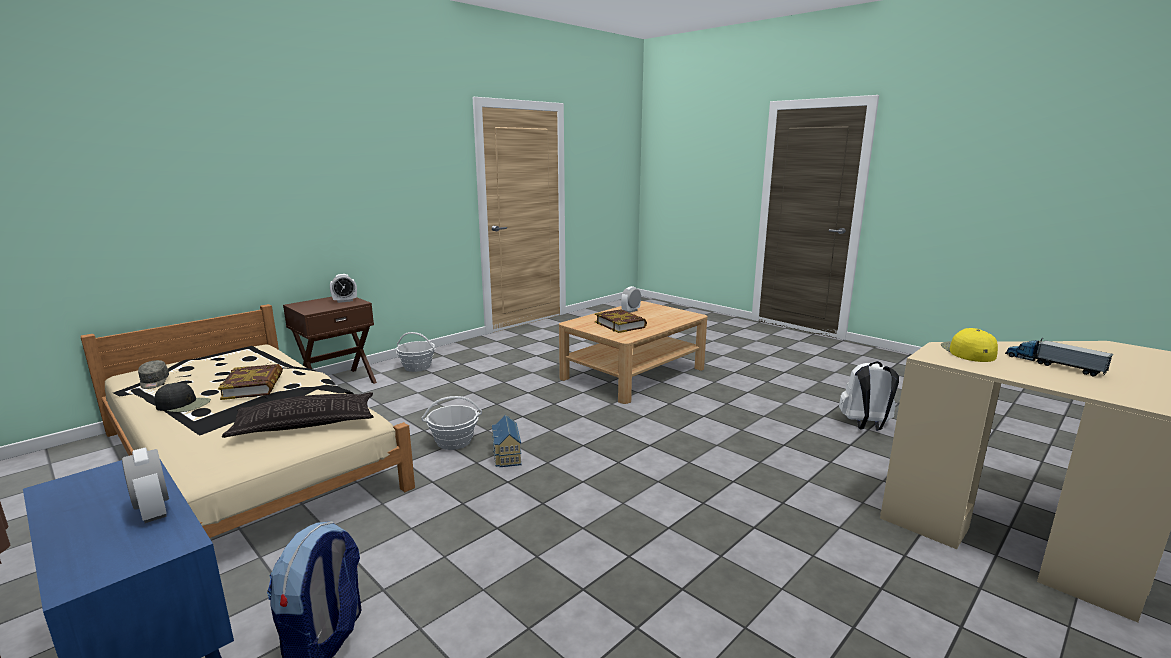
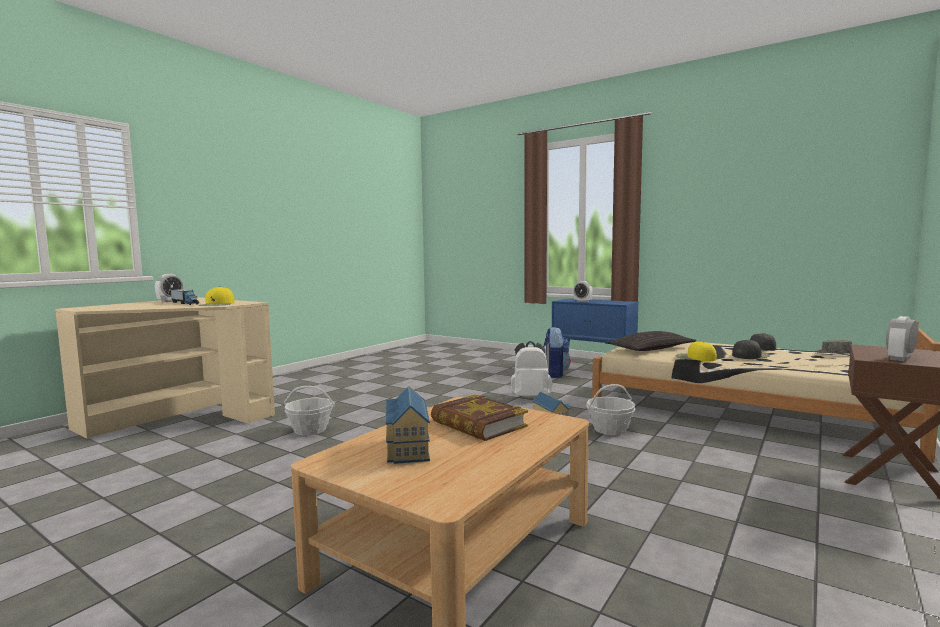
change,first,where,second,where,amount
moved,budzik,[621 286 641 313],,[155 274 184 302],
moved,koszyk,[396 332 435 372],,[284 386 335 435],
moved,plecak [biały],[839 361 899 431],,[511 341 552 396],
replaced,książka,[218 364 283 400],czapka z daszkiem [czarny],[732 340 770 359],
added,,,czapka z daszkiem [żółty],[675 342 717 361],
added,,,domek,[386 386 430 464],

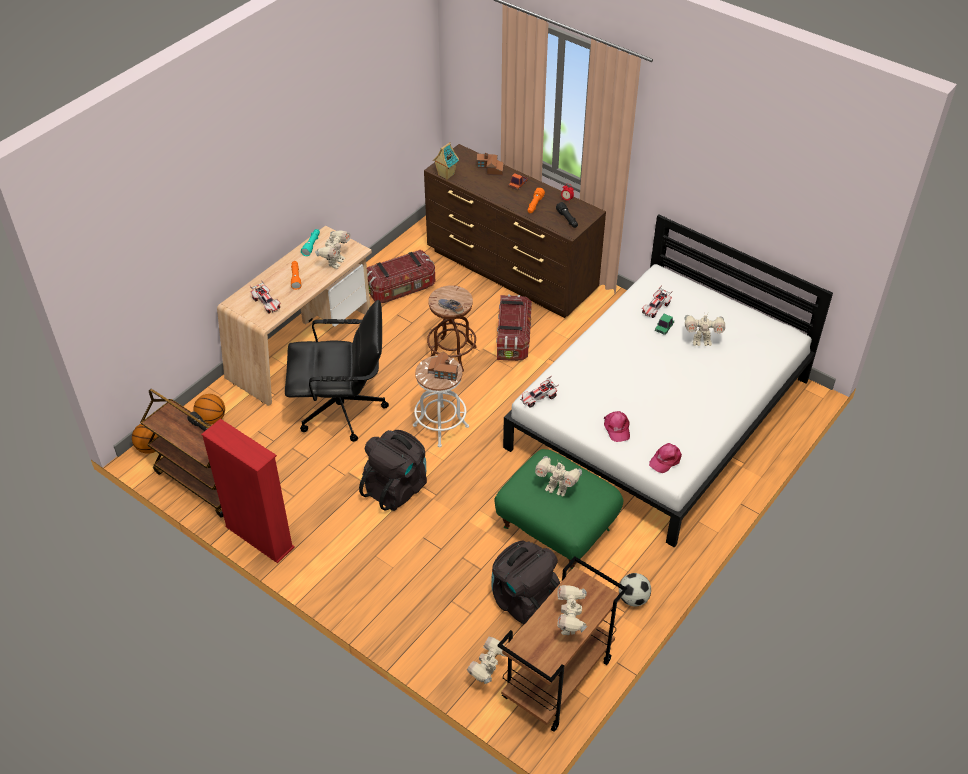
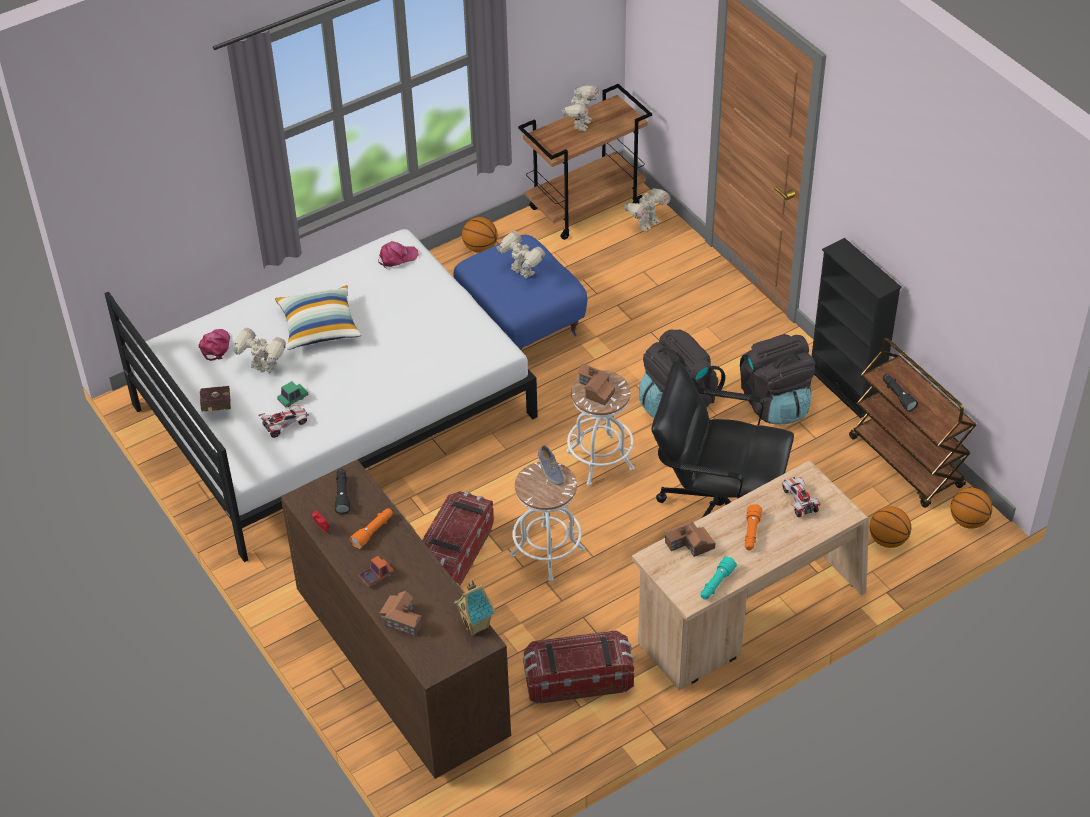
change,first,where,second,where,amount
replaced,robot zabawkowy,[315 230 351 269],domek,[664 520 715 557],
recoloured,stołek [brązowy],[427 285 477 372],stołek [biały],[510 462 585 581],
removed,samochodzik,[520 376 559 408],,,
moved,czapka z daszkiem [różowy],[604 411 630 442],,[198 329 230 361],
recoloured,regał [czerwony],[201 419 295 563],regał [czarny],[812 238 902 418],
recoloured,pufa [zielony],[494 449 623 569],pufa [niebieski],[453 235 587 351],
moved,plecak [czarny],[491 540 560 625],,[740 334 815 425],
replaced,piłka futbolowa,[619 573 651 606],piłka do koszykówki,[462 217 498 253],
added,,,poduszka,[275 285 361 350],
added,,,książka [czerwony],[200 386 231 413],

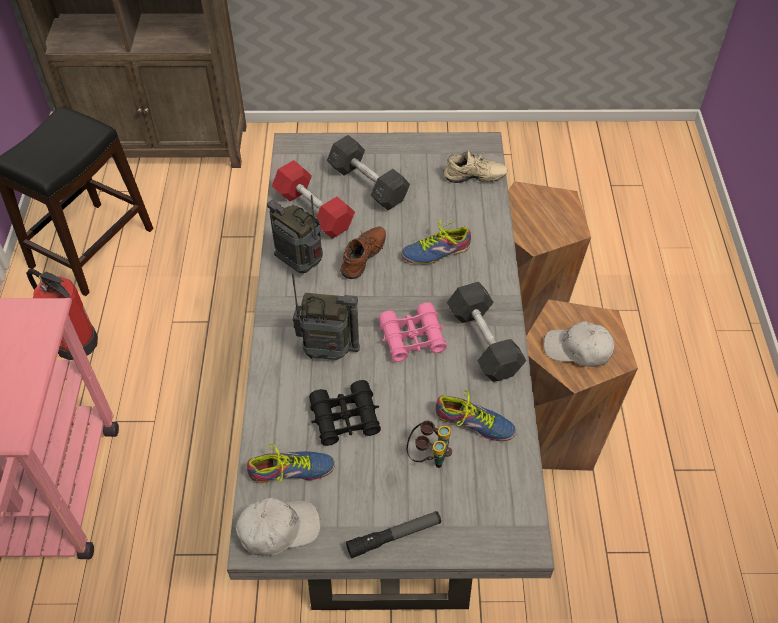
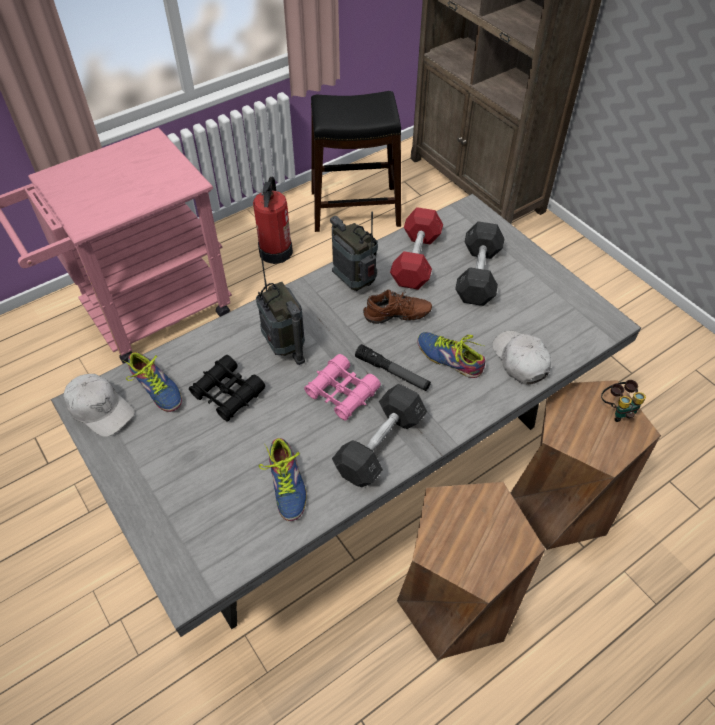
change,first,where,second,where,amount
removed,but [beżowy],[443 150 508 183],,,
turned,radio,[267 195 323 273],,[330 212 378 291],45 degrees counterclockwise
moved,czapka z daszkiem [biały],[544 321 614 367],,[492 331 551 385],
moved,lornetka,[406 421 452 468],,[601 380 646 422],
moved,latarka,[346 511 441 558],,[355 344 431 391],

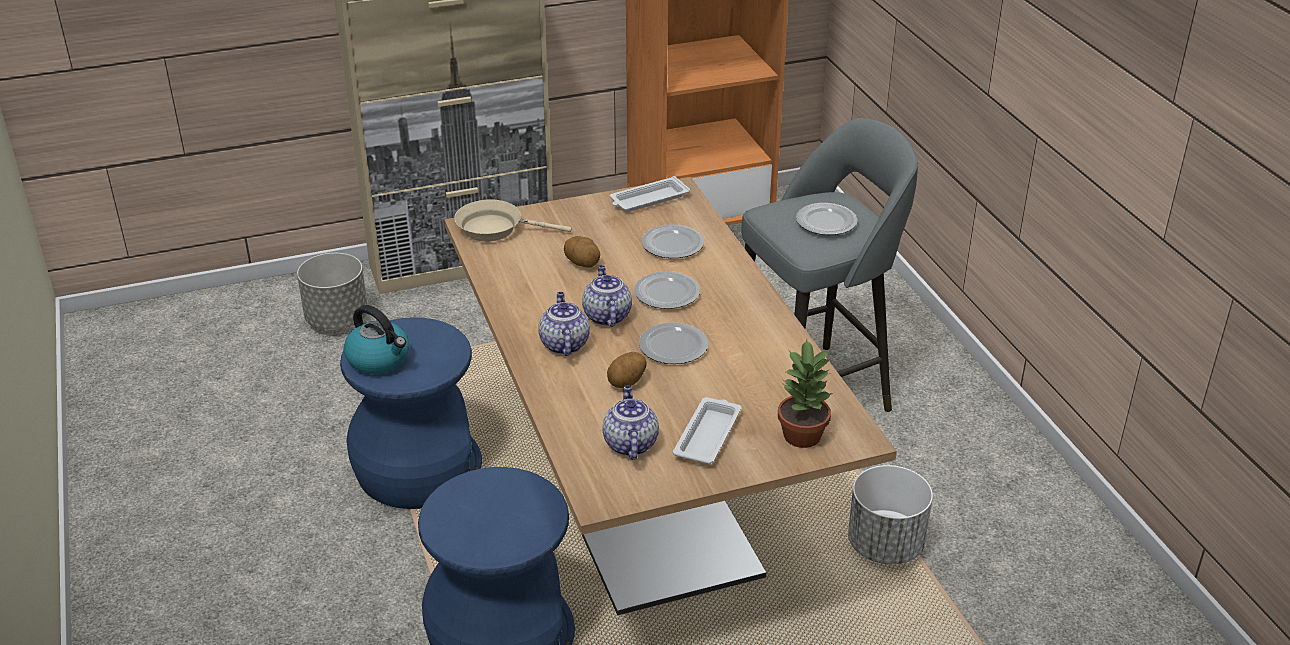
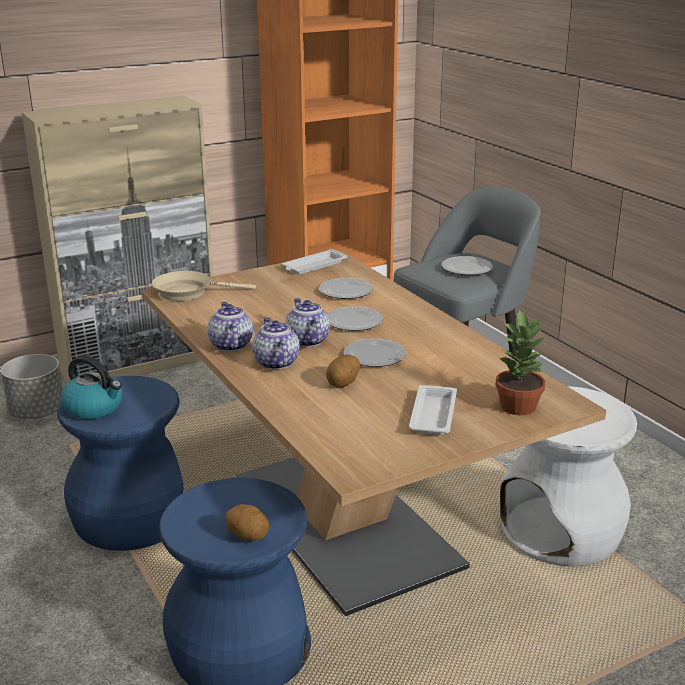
change,first,where,second,where,amount
moved,ziemniak,[564 236 600 268],,[225 504 269 541],
moved,imbryk,[602 385 659 460],,[207 302 253 351],
replaced,donica [biały],[848 465 933 564],stołek [biały],[500 386 637 566],

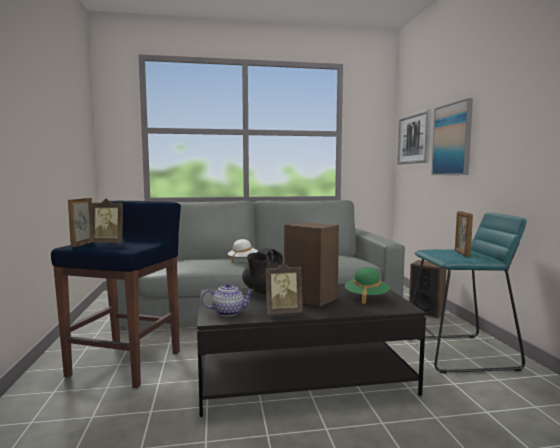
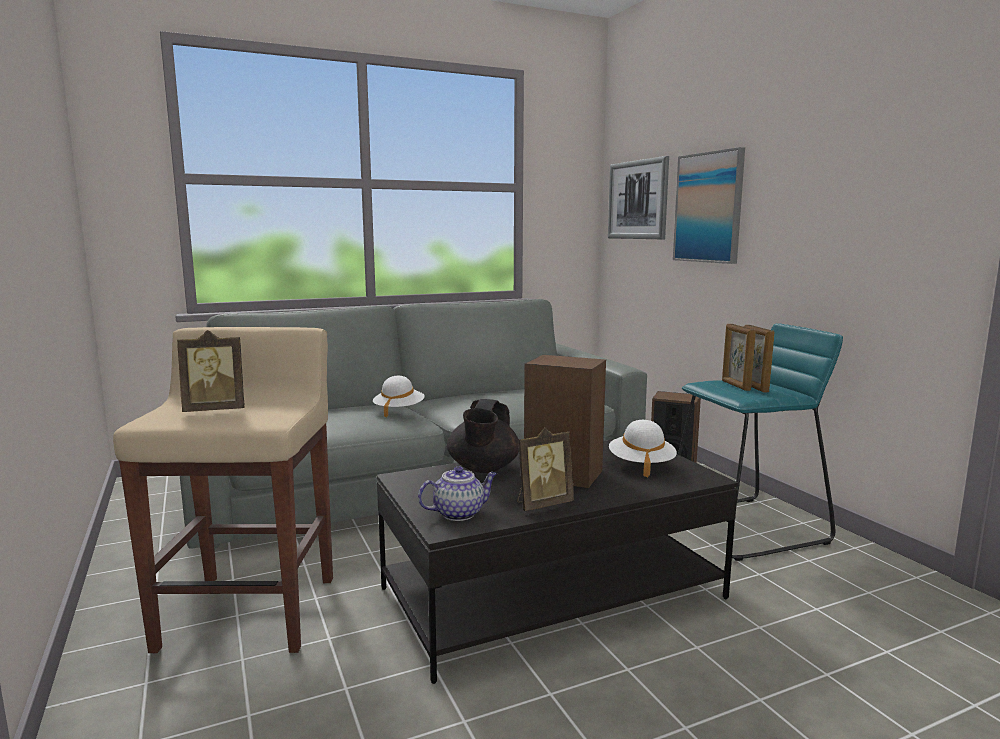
change,first,where,second,where,amount
moved,ramka na zdjęcie,[68 198 92 247],,[722 324 756 391],
recoloured,stołek [niebieski],[51 201 181 388],stołek [beżowy],[113 327 333 653],
recoloured,kapelusz [zielony],[345 267 390 305],kapelusz [biały],[609 420 677 477],

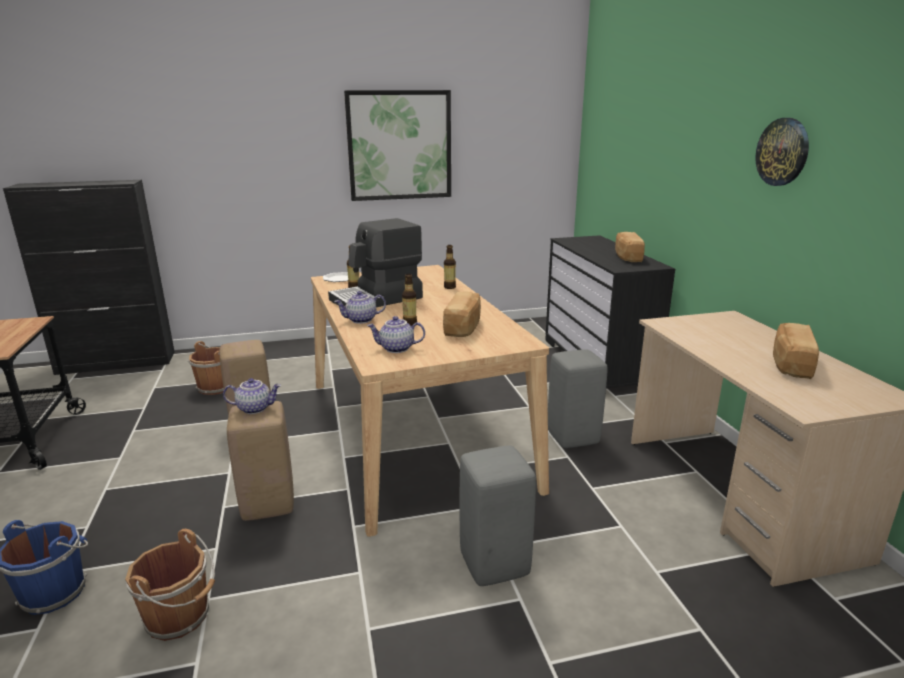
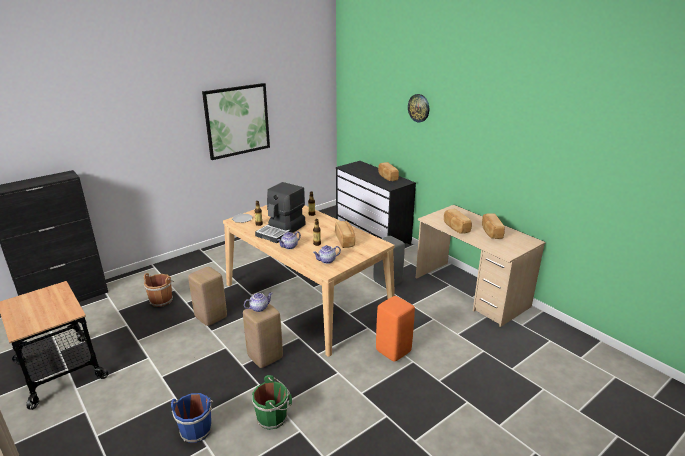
change,first,where,second,where,amount
moved,zegar ścienny,[755 118 809 186],,[408 94 429 122],
recoloured,stołek [szary],[460 446 536 586],stołek [pomarańczowy],[376 296 415 362],
recoloured,wiadro [brązowy],[125 529 215 641],wiadro [zielony],[252 375 292 430],
added,,,chleb,[444 209 472 234],

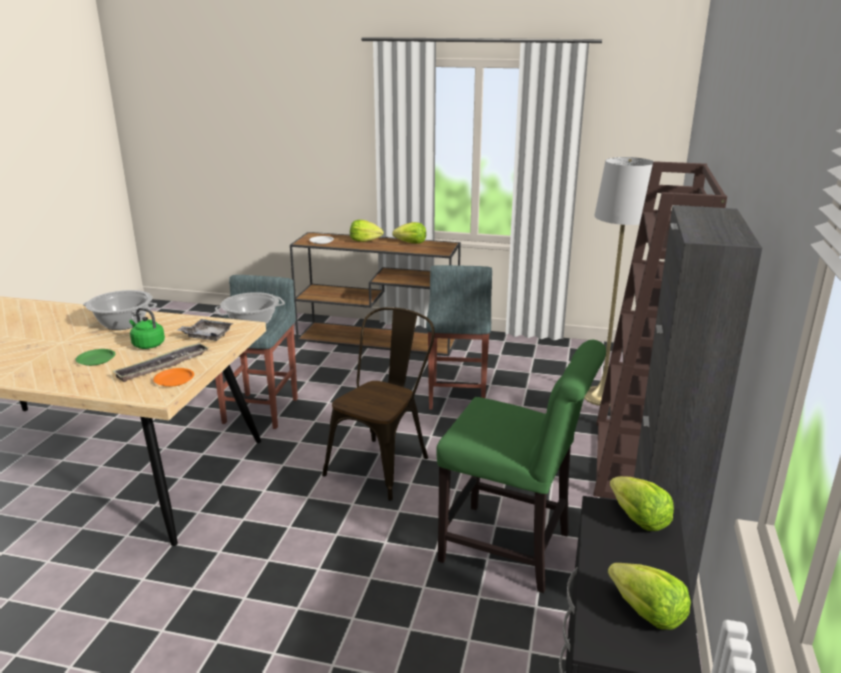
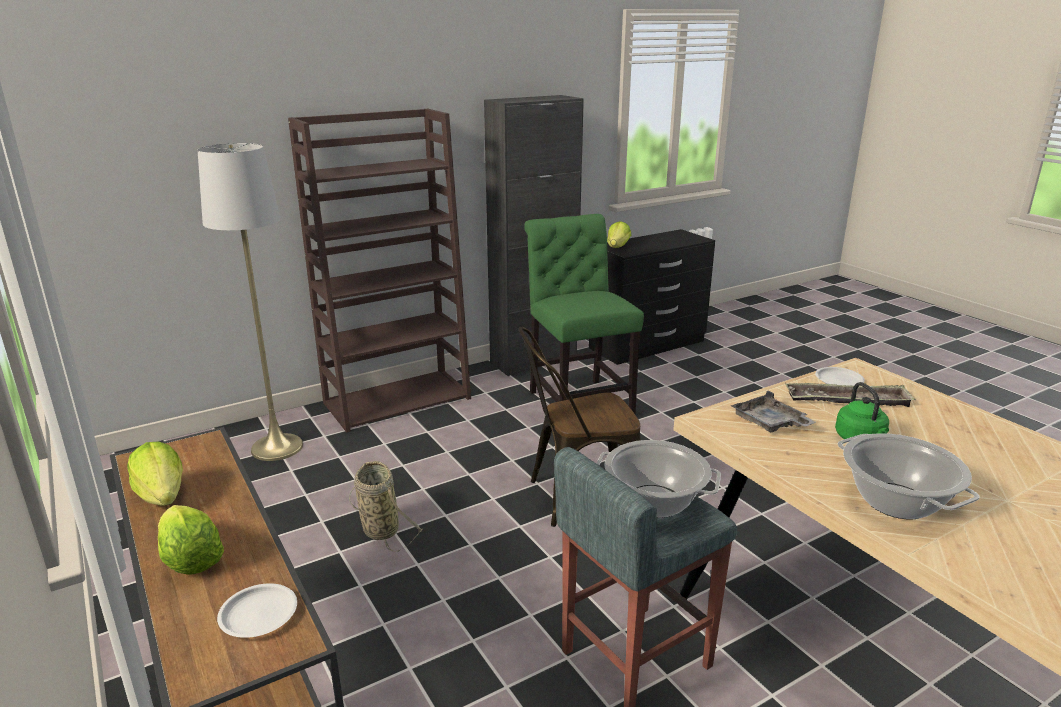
change,first,where,second,where,amount
replaced,stołek [szary],[426 265 492 409],koszyk,[349 461 423 552],
removed,talerz [zielony],[75 349 115 366],,,
recoloured,talerz [pomarańczowy],[153 368 194 387],talerz [biały],[815 367 865 386],
removed,sałata,[608 563 691 630],,,

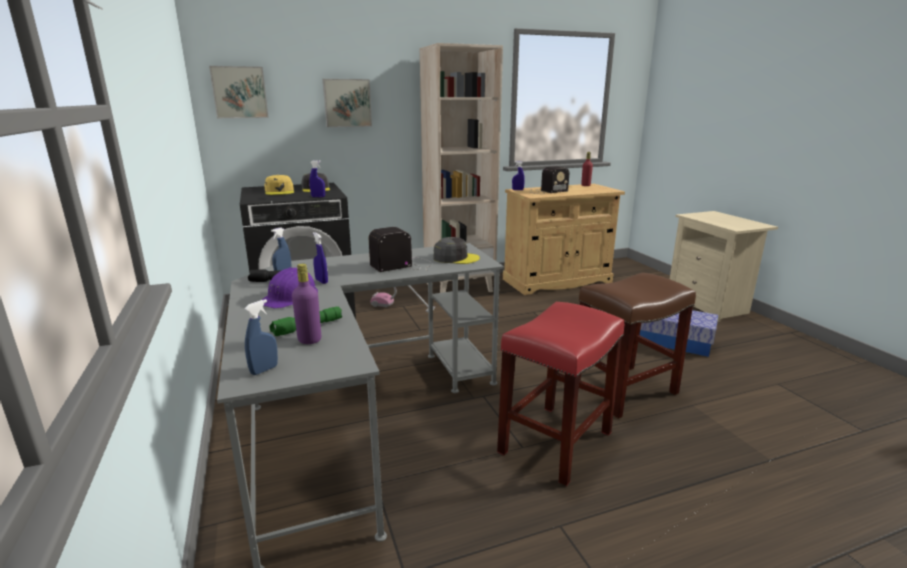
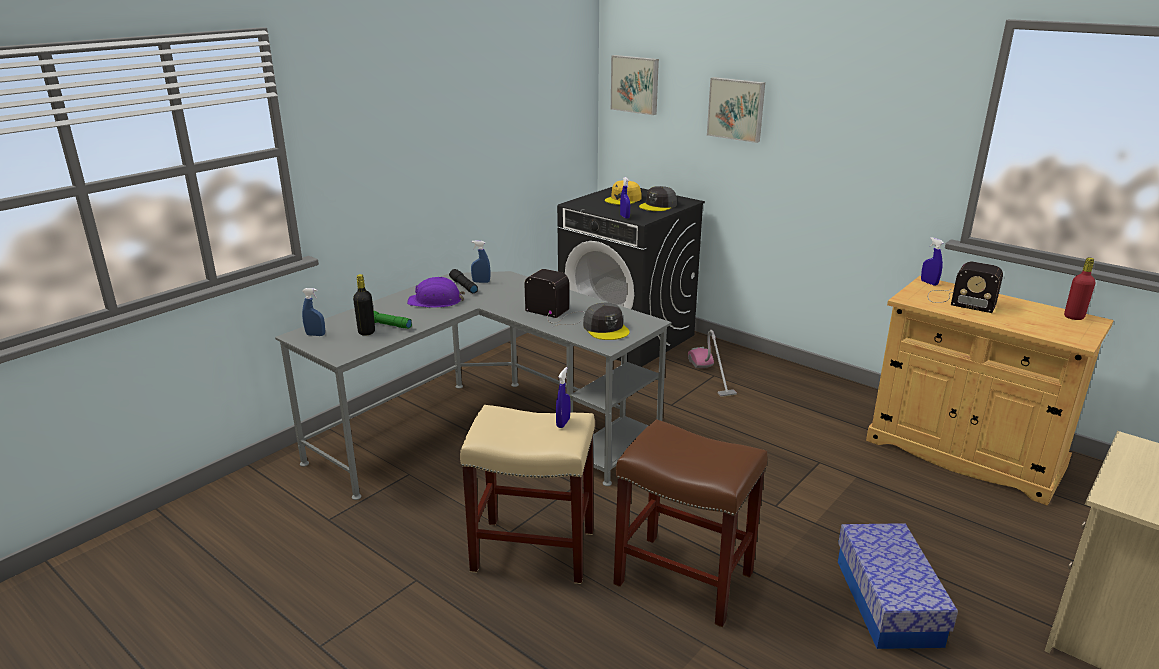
change,first,where,second,where,amount
removed,regał [beżowy],[420 43 503 293],,,
moved,spryskiwacz [niebieski],[313 232 328 284],,[556 367 571 428],
recoloured,butelka [fioletowy],[292 264 321 344],butelka [czarny],[353 274 375 336],
recoloured,stołek [czerwony],[497 302 624 486],stołek [beżowy],[460 405 595 584],

